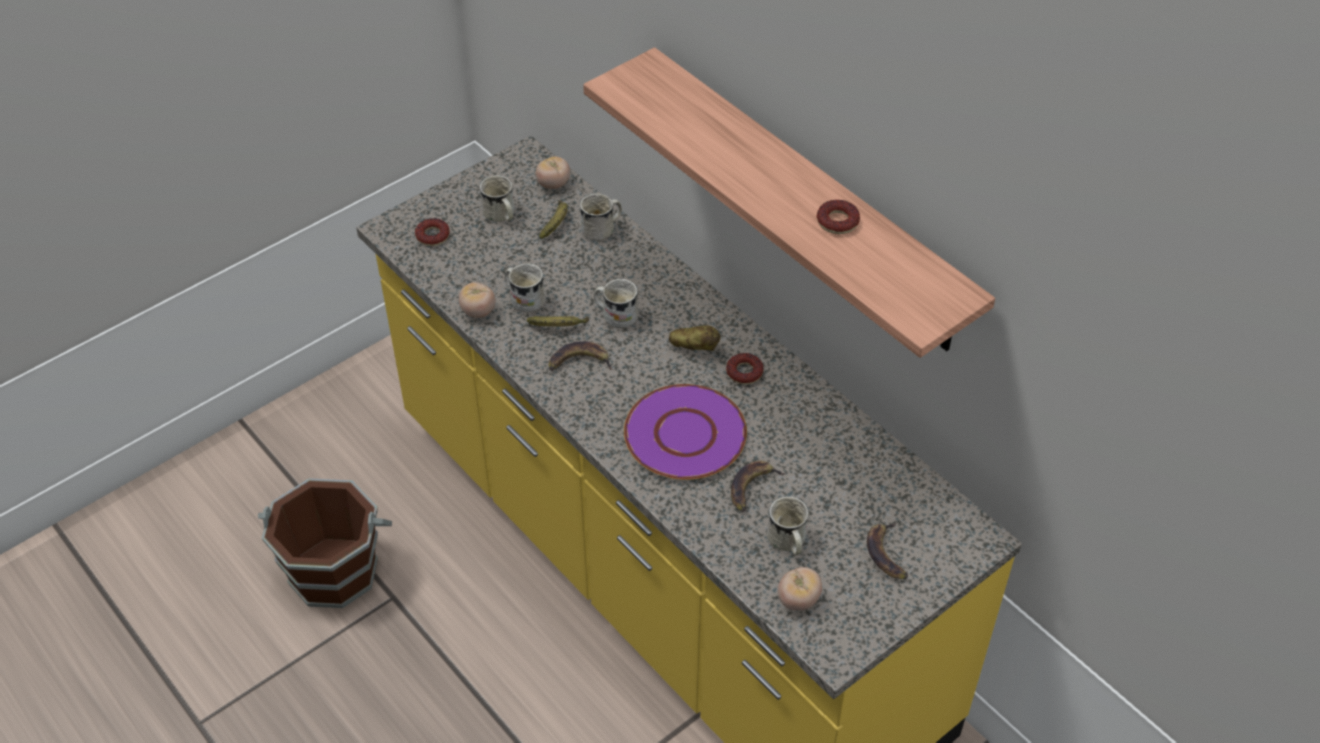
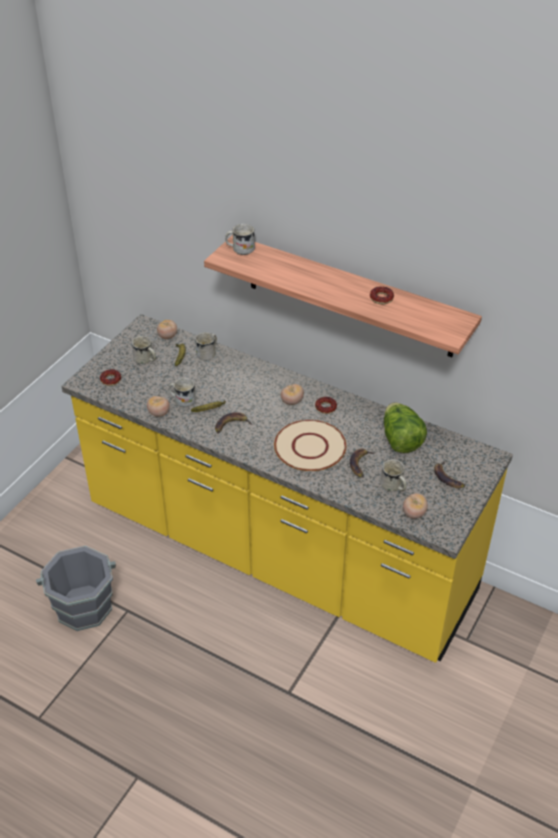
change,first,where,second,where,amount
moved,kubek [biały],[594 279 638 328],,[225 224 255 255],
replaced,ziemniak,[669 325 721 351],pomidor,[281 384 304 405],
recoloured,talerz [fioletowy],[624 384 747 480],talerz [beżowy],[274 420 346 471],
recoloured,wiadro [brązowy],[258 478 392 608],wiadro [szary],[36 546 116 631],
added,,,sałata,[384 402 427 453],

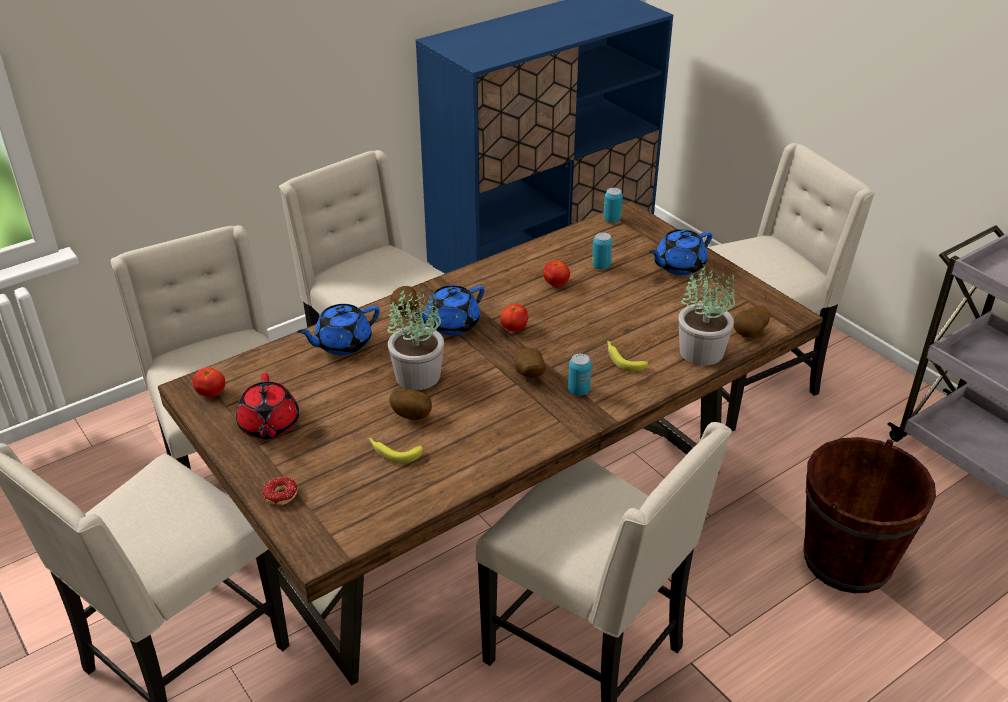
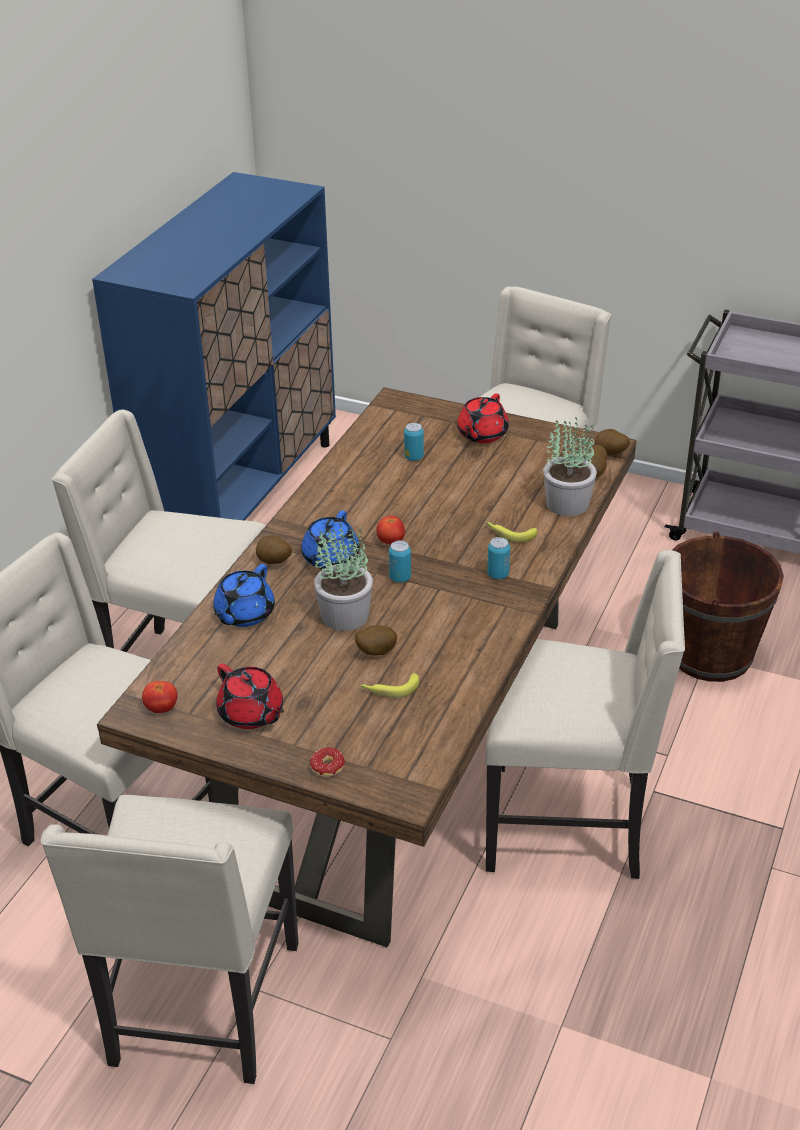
change,first,where,second,where,amount
moved,puszka,[603 188 623 223],,[389 540 411 583],
recoloured,imbryk [niebieski],[650 229 712 275],imbryk [czerwony],[457 394 509 443],
removed,pomidor,[543 260 570 287],,,
moved,ziemniak,[514 348 546 378],,[595 429 630 455],

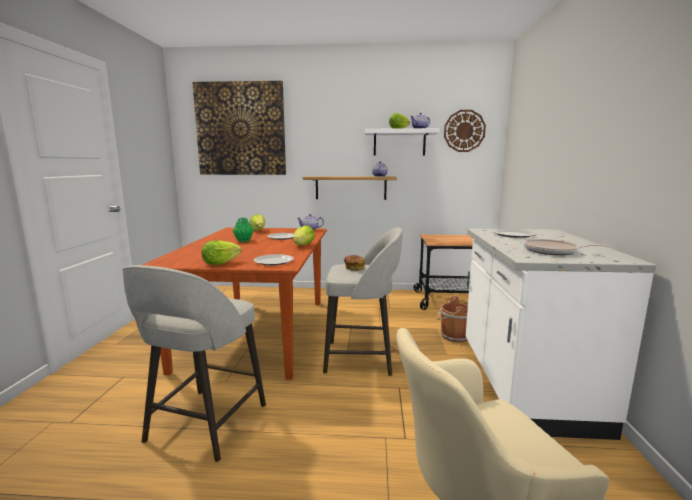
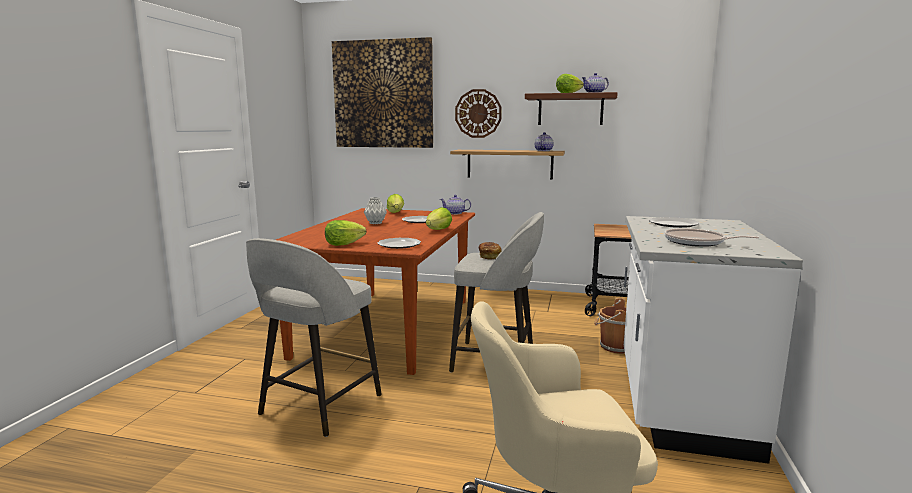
change,first,where,second,where,amount
moved,zegar ścienny,[444 110 486 152],,[455 89 502 138],
recoloured,półka [biały],[365 128 440 155],półka [brązowy],[525 92 618 125],
recoloured,wazon [zielony],[233 218 254 242],wazon [szary],[364 197 387 224],

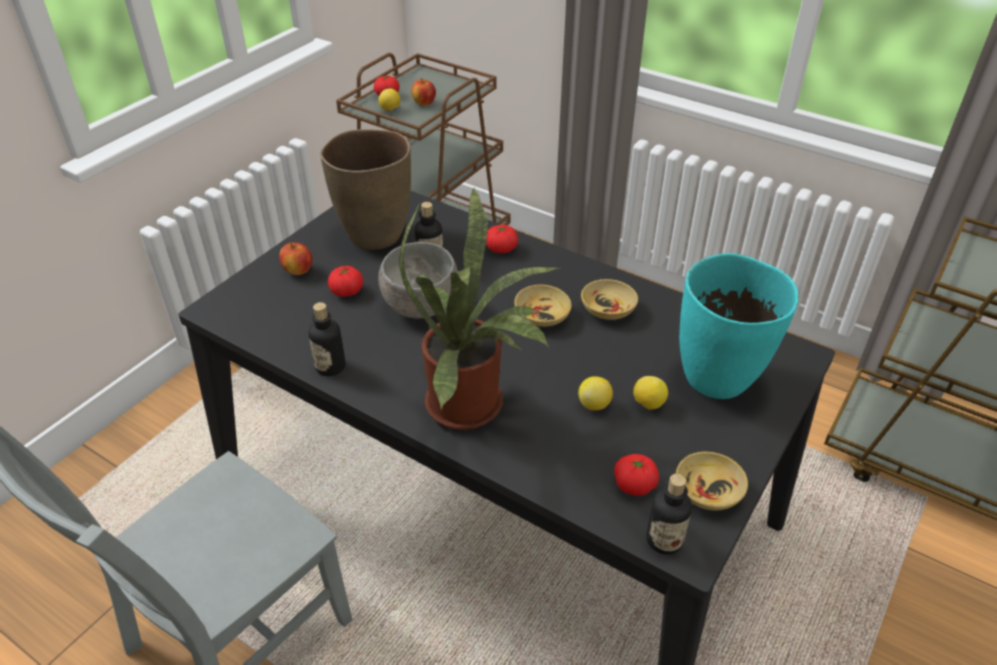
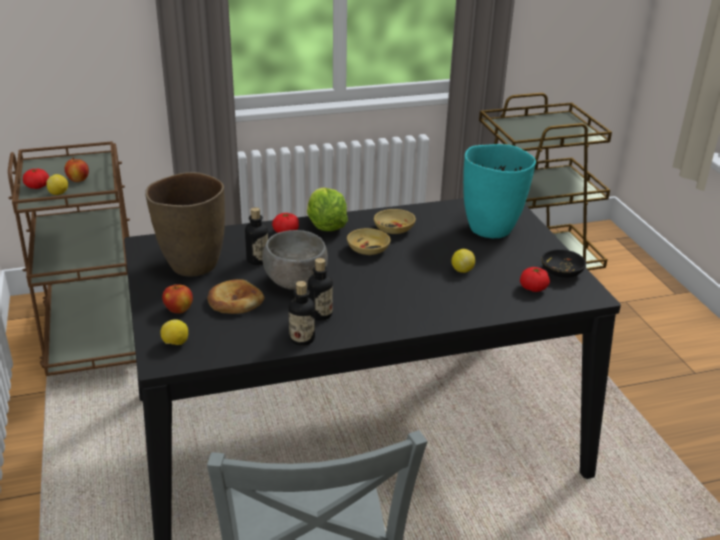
change,first,where,second,where,amount
removed,roślina doniczkowa,[399 189 562 430],,,
replaced,pomidor,[328 266 363 297],chleb,[207 279 264 314],
moved,cytryna,[633 376 668 410],,[160 319 188 345],
recoloured,miska [beżowy],[676 452 748 510],miska [czarny],[542 249 586 278],
moved,butelka,[646 474 692 555],,[308 258 333 321],
added,,,sałata,[307 187 348 231],

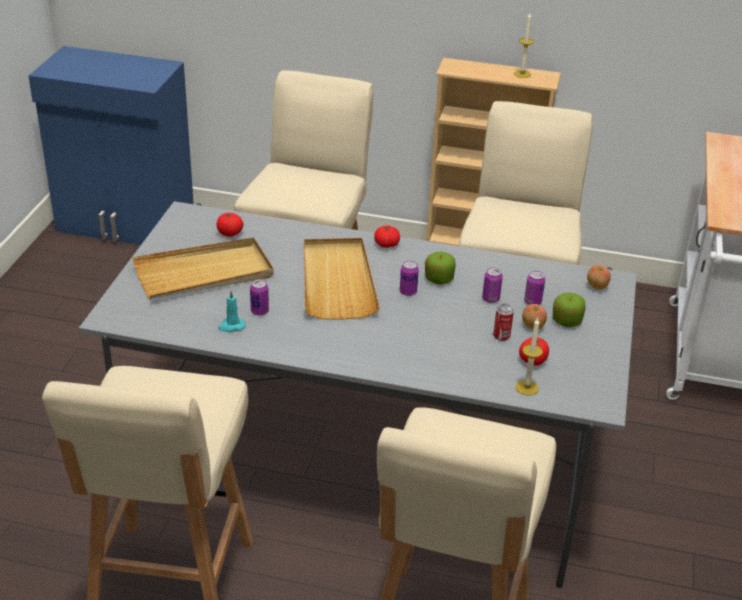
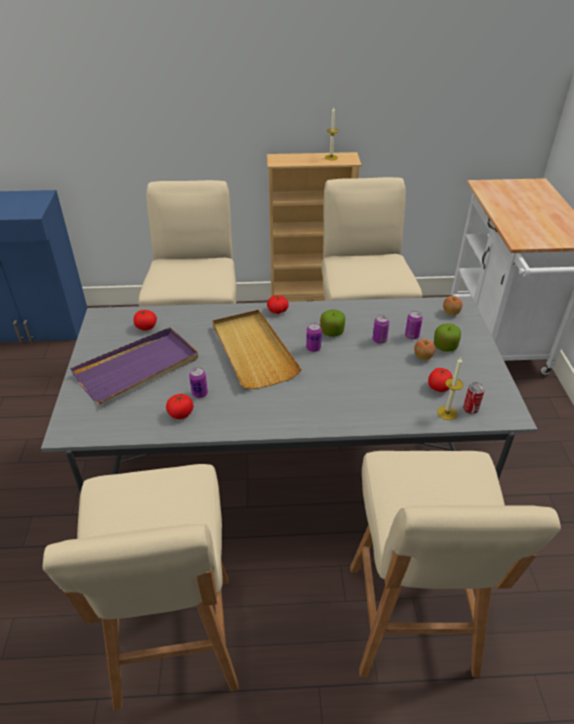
change,first,where,second,where,amount
recoloured,taca [beżowy],[132 237 274 299],taca [fioletowy],[70 327 198 404],
replaced,świeca [turkusowy],[218 291 245 332],pomidor,[166 394 193 419],
moved,puszka,[493 304 514 341],,[463 382 485 414],

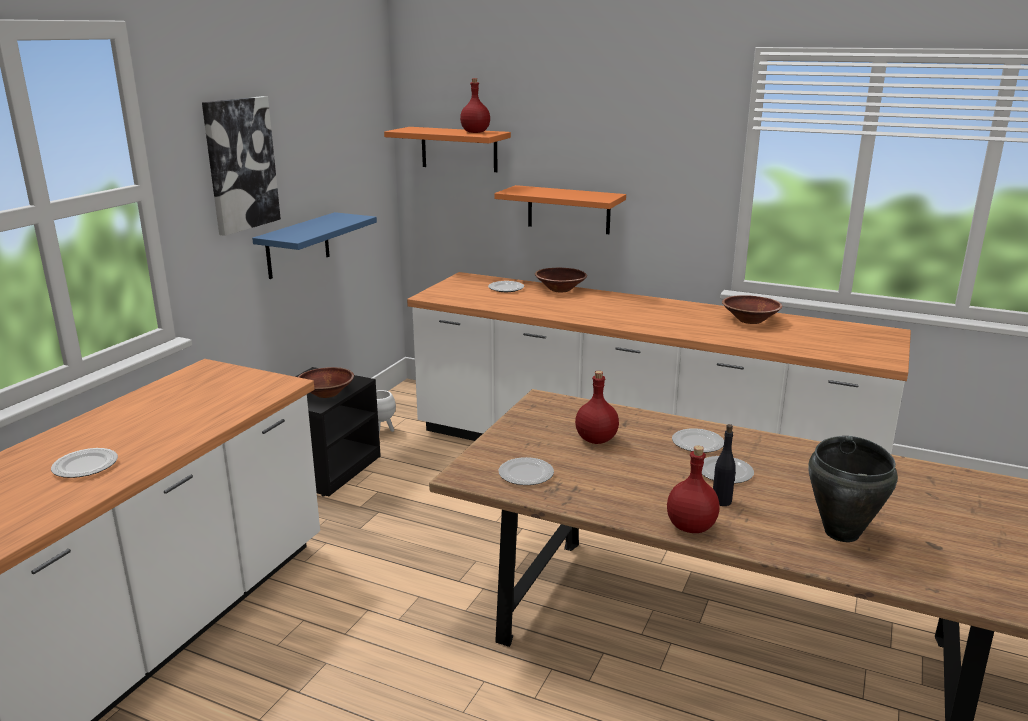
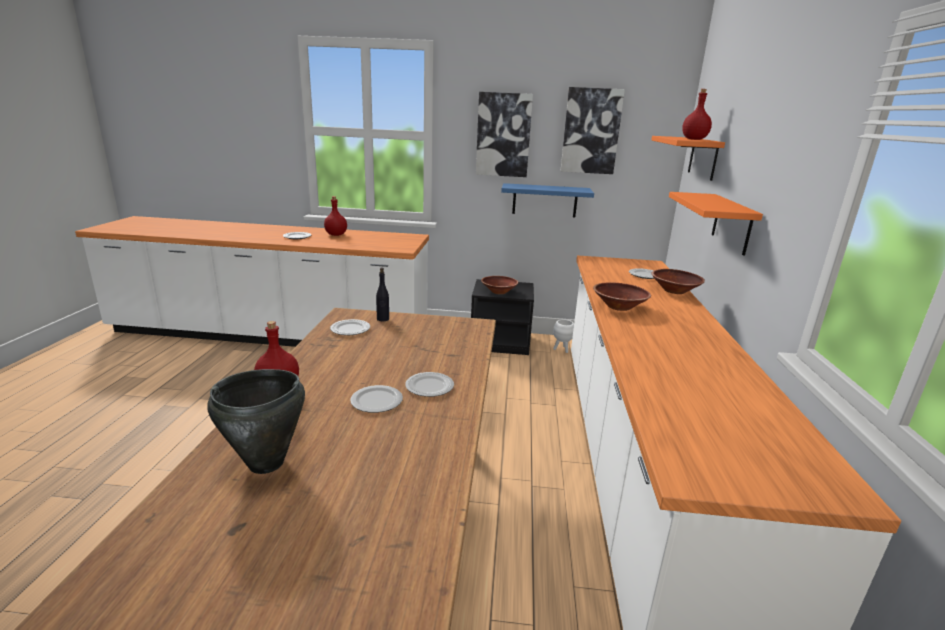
change,first,where,second,where,amount
moved,miska [brązowy],[722 295 782 324],,[593 282 651 311],
moved,butelka [czerwony],[575 371 619 444],,[324 196 347 236],
moved,butelka [czarny],[713 424 736 506],,[376 268 389 321],
added,,,obraz,[560 87 625 174],

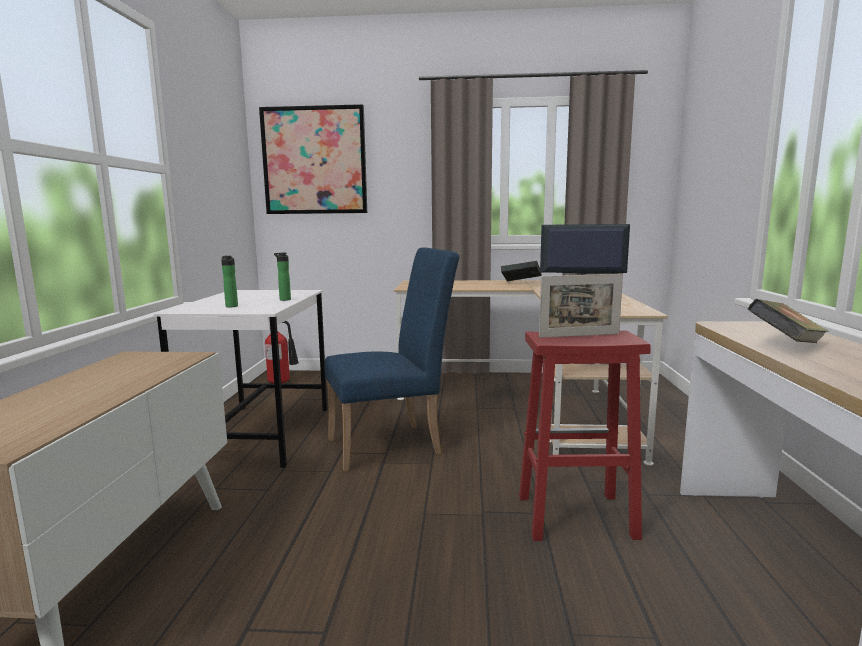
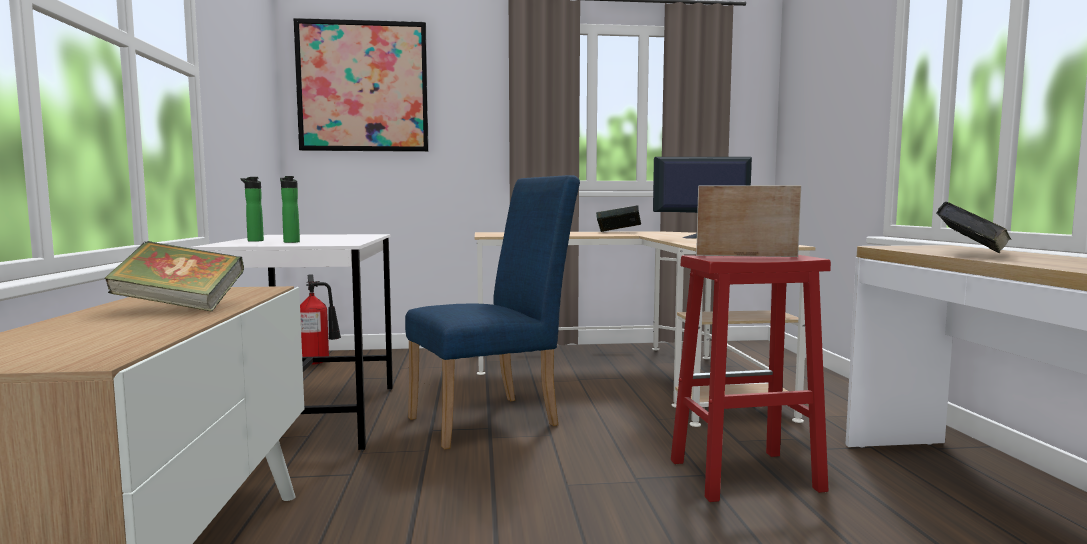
change,first,where,second,where,amount
moved,butelka,[274 252 291 301],,[241 177 264 242],
turned,ramka na zdjęcie,[539 274 623 338],,[696 185 801 257],150 degrees counterclockwise
added,,,książka,[104 241 244 312],

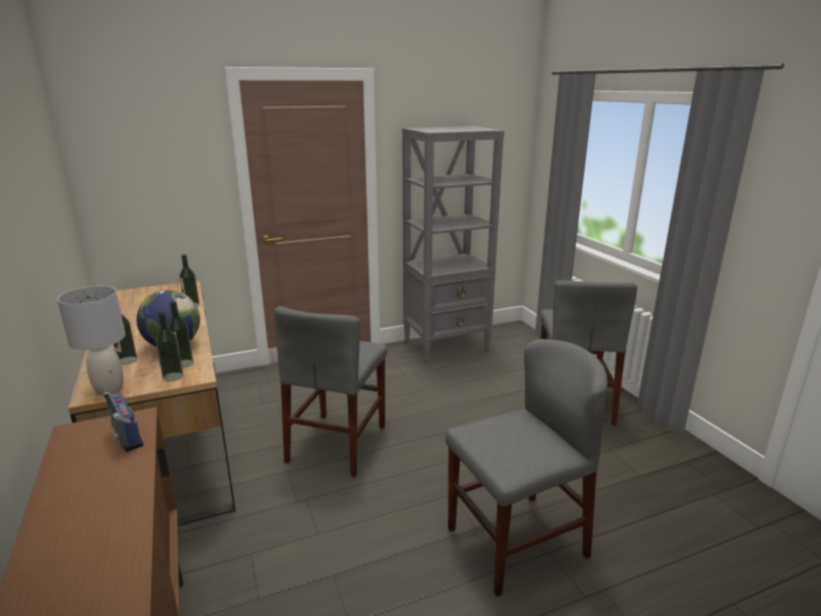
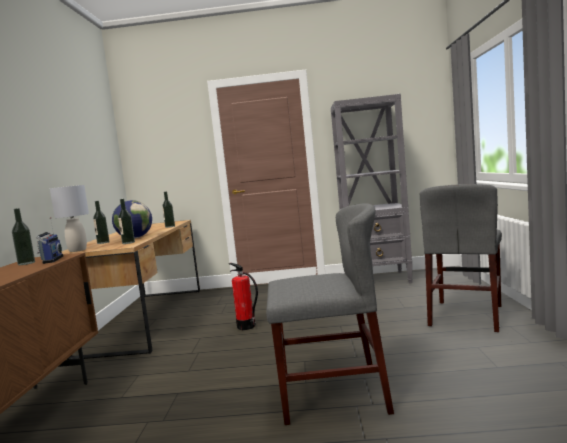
change,first,where,second,where,amount
replaced,krzesło [szary],[275 306 387 477],gaśnica,[228 263 258 330],
moved,butelka,[156 311 183 382],,[12 208 35 265],

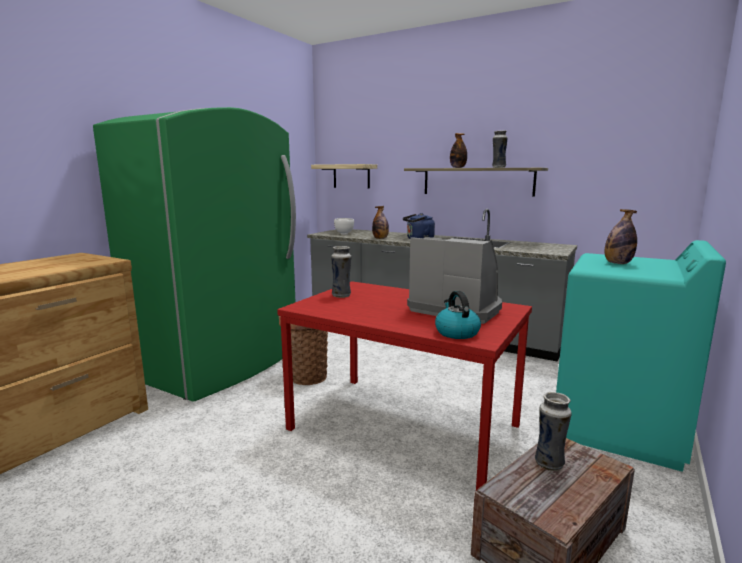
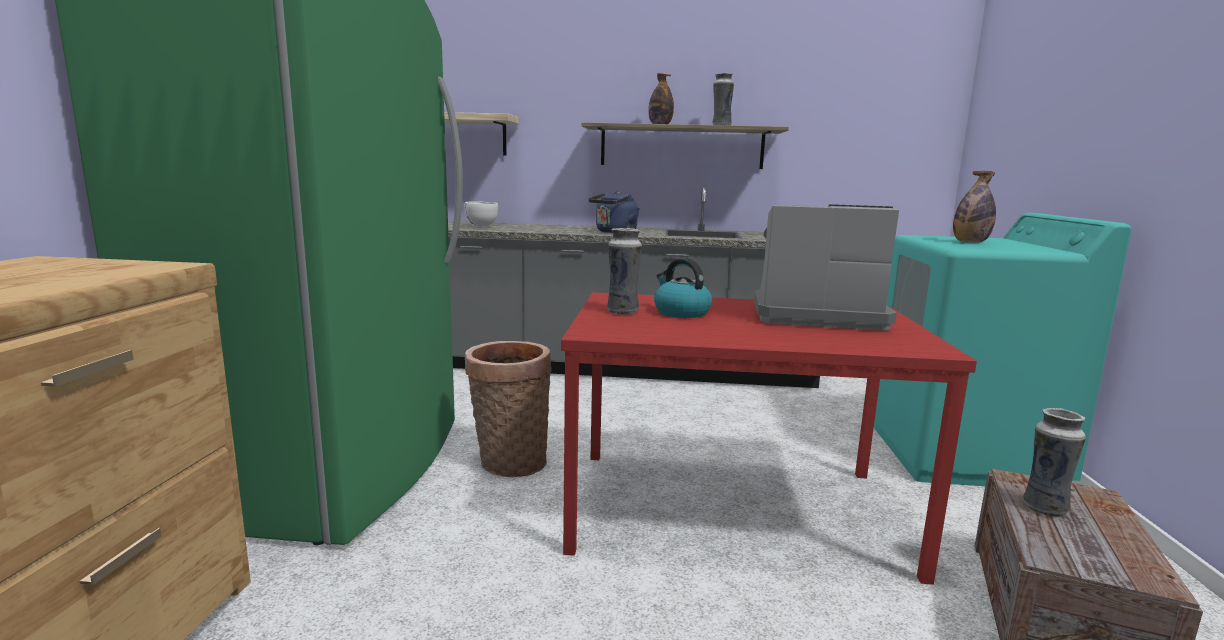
change,first,where,second,where,amount
removed,butelka,[372 206 389 239],,,
moved,czajnik,[435 291 481 339],,[654 258 712 318],

